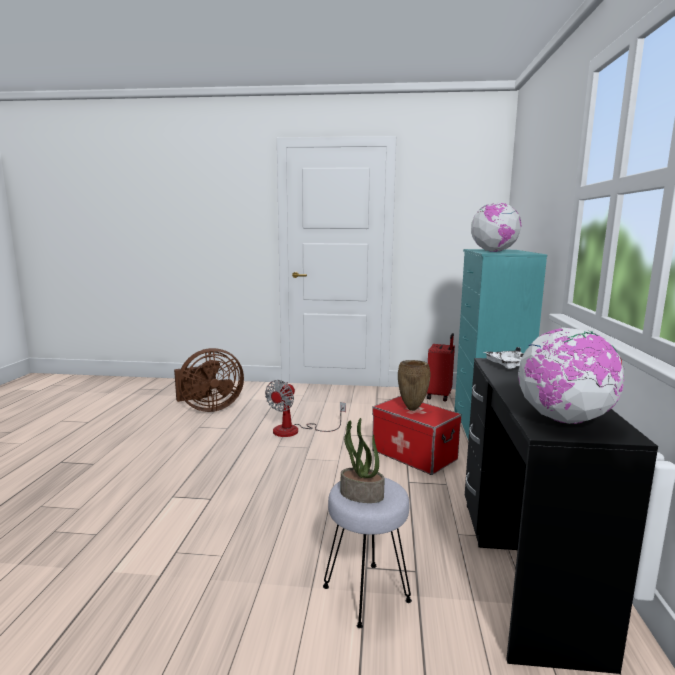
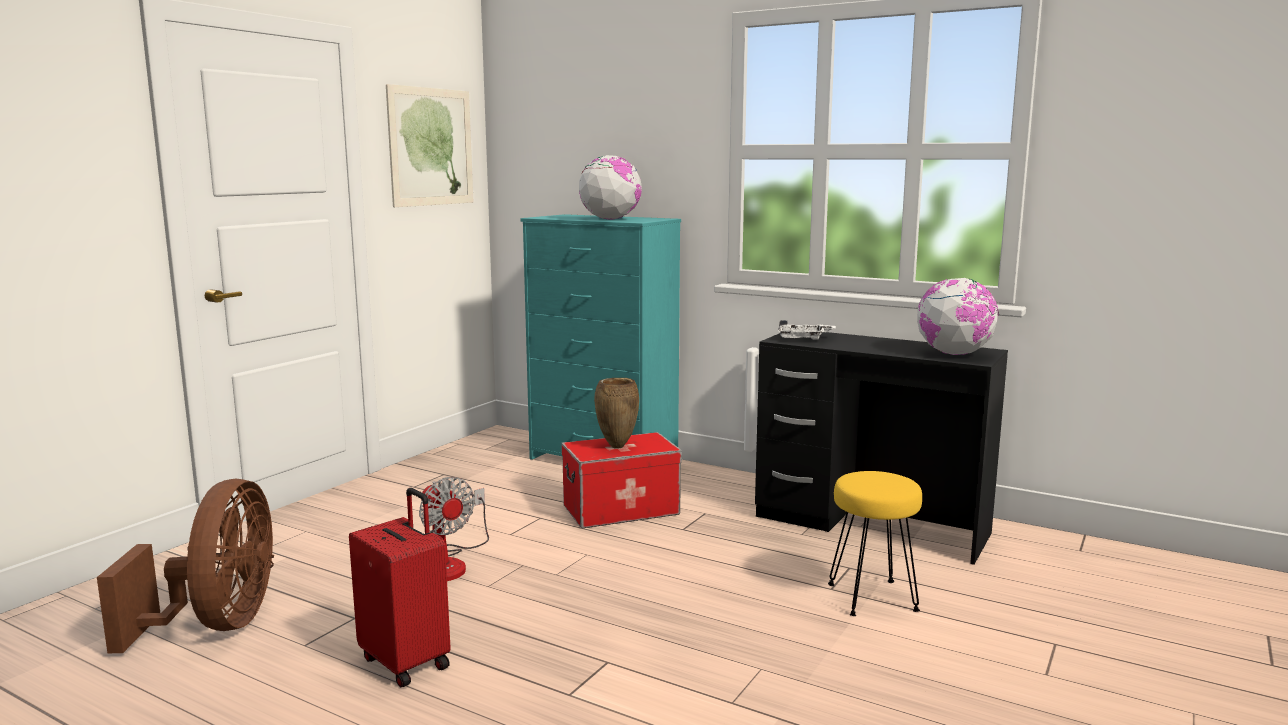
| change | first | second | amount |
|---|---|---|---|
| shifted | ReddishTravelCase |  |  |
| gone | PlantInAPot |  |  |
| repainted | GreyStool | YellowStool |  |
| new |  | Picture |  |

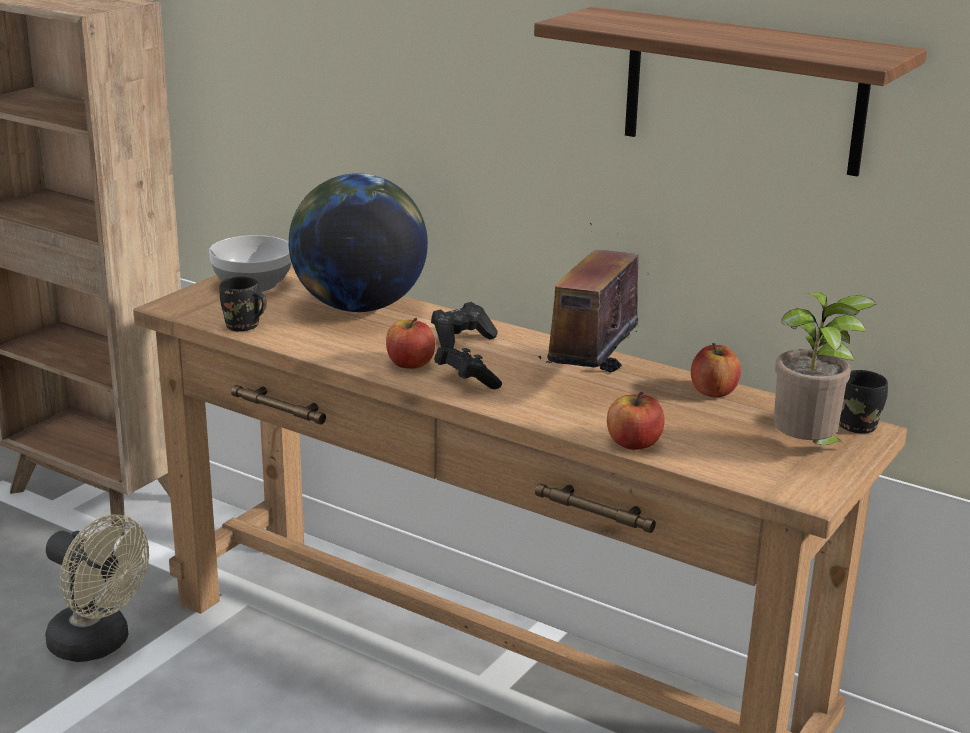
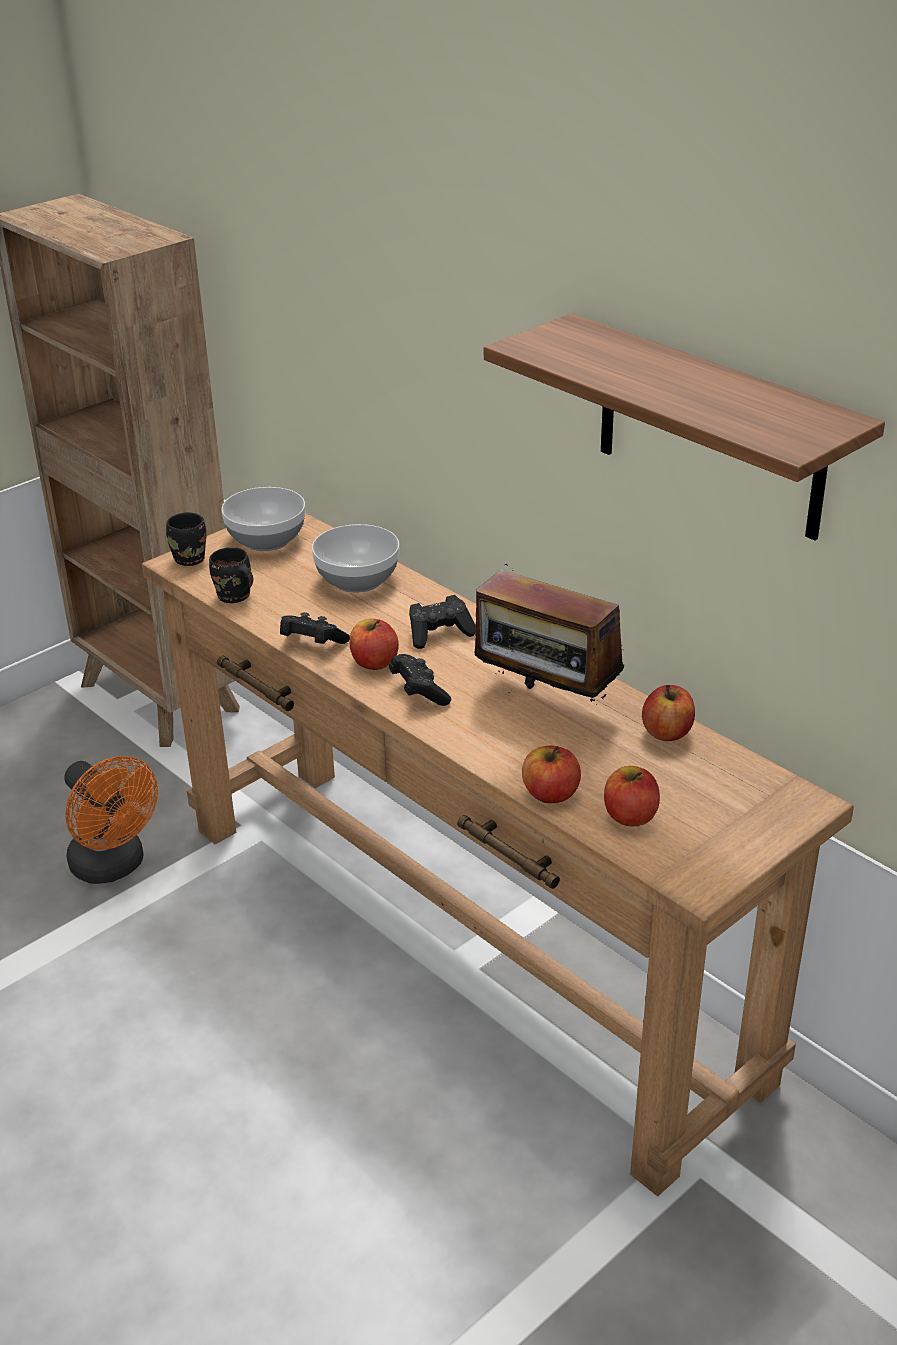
| change | first | second | amount |
|---|---|---|---|
| swapped | WorldGlobe | DeepDish (no. 2 from left) |  |
| rotated | Radio |  | 90 degrees counterclockwise |
| gone | PlantInAPot |  |  |
| shifted | BlackColouredCoffeeMug (no. 2 from left in the first image) | BlackColouredCoffeeMug (no. 1 from left) |  |
| repainted | BeigeFan | OrangeyFan |  |
| new |  | BlackColouredGameController (no. 1 from left) |  |
| new |  | Apple (no. 3 from left) |  |

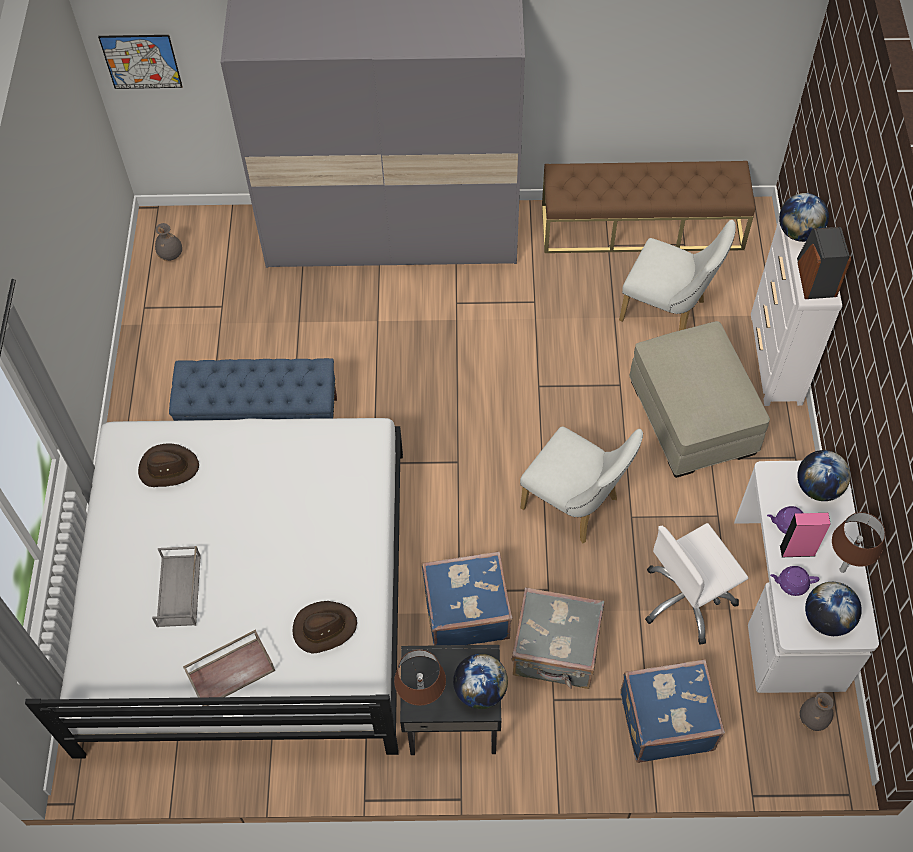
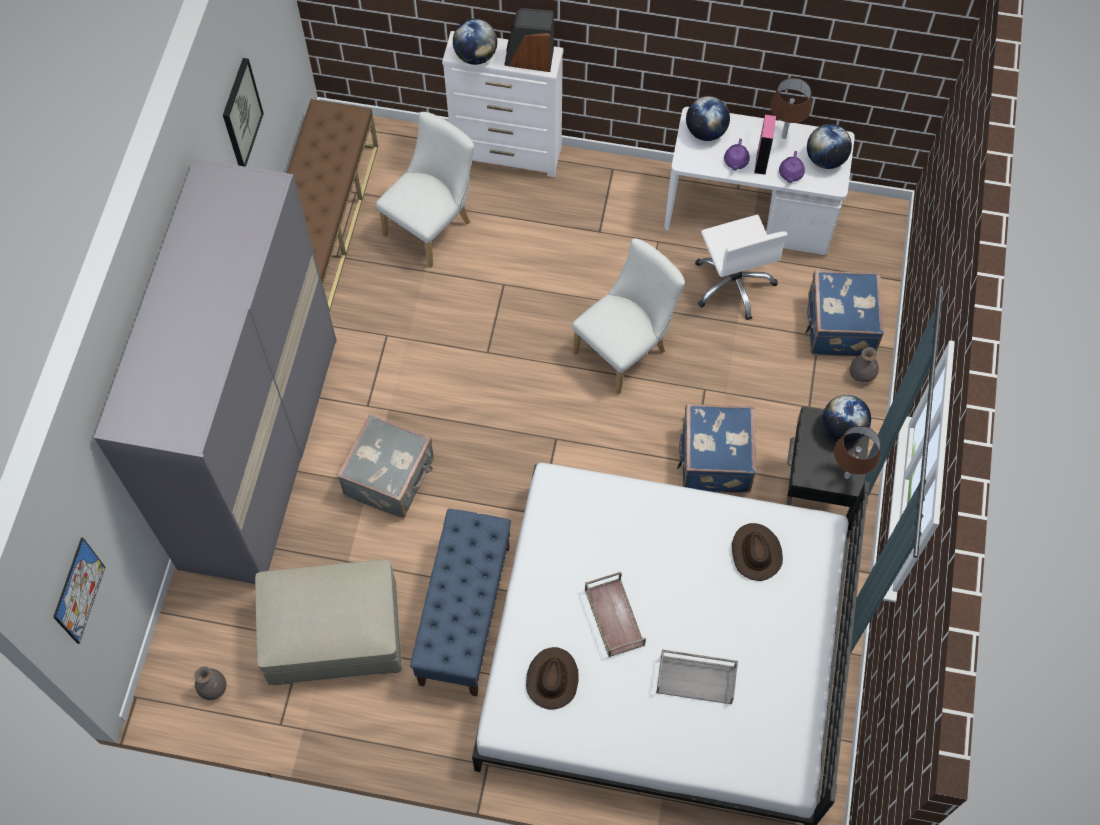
| change | first | second | amount |
|---|---|---|---|
| shifted | BeigeOttoman |  |  |
| shifted | GreyTravelCase |  |  |
| shifted | BrownishTray |  |  |
| shifted | GreyVase (no. 2 from left) |  |  |
| new |  | Picture (no. 2 from left) |  |

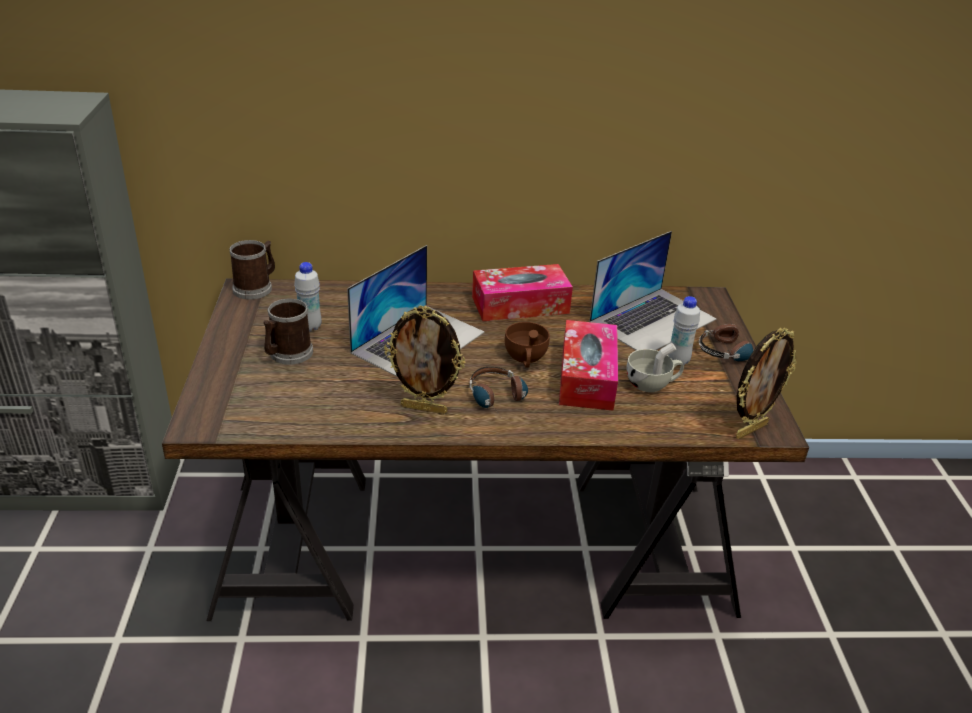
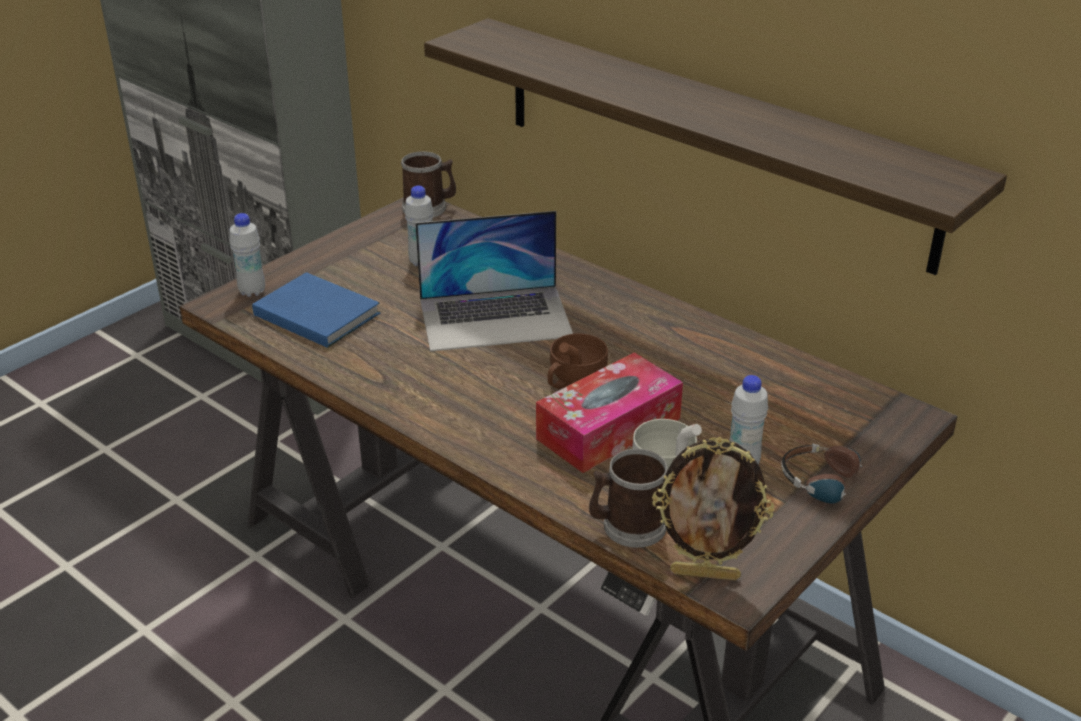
| change | first | second | amount |
|---|---|---|---|
| gone | NotebookComputer (no. 2 from left) |  |  |
| gone | TissueHolder (no. 1 from left) |  |  |
| shifted | CoffeeMug (no. 2 from left) |  |  |
| gone | PhotoFrame (no. 1 from left) |  |  |
| gone | PairOfHeadphones (no. 1 from left) |  |  |
| new |  | WallShelf |  |
| new |  | WhiteColouredDrinkBottle (no. 1 from left) |  |
| new |  | BlueVolume |  |

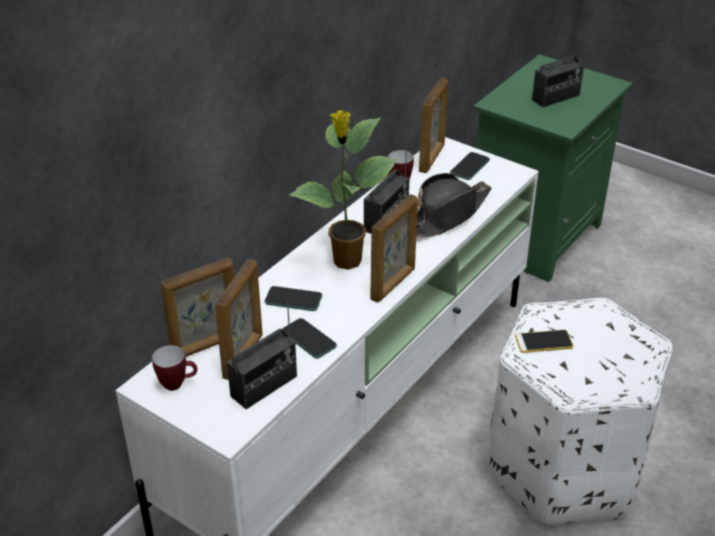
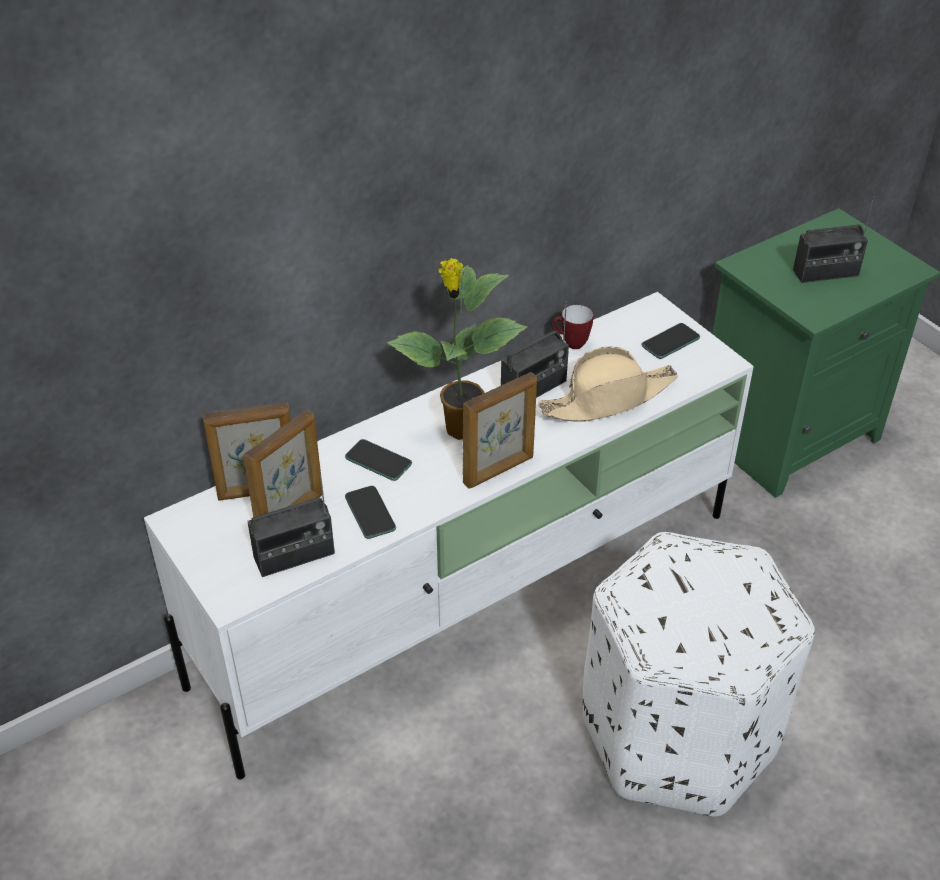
| change | first | second | amount |
|---|---|---|---|
| gone | PhotoFrame (no. 4 from left) |  |  |
| repainted | BlackColouredHat | BeigeHat |  |
| gone | Telephone (no. 4 from left) |  |  |
| gone | CoffeeMug (no. 1 from left) |  |  |

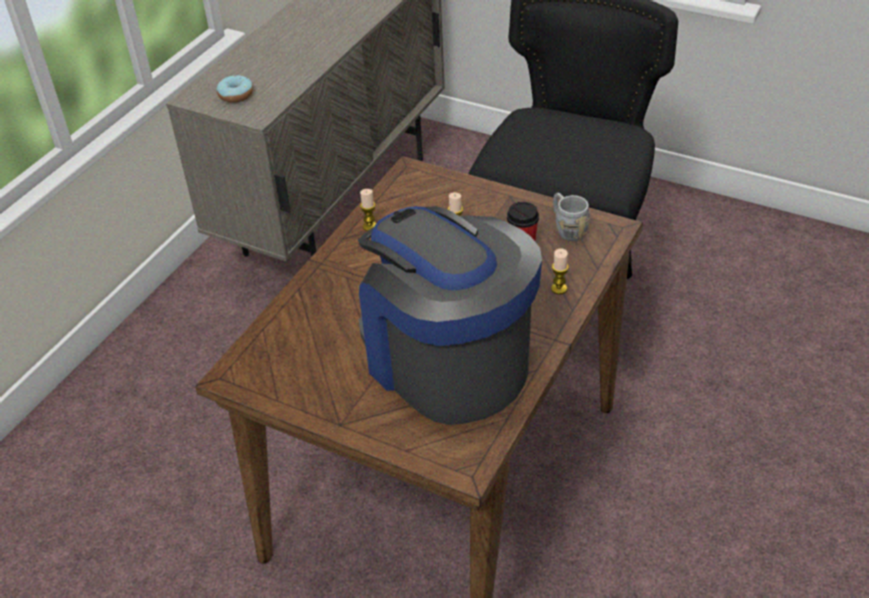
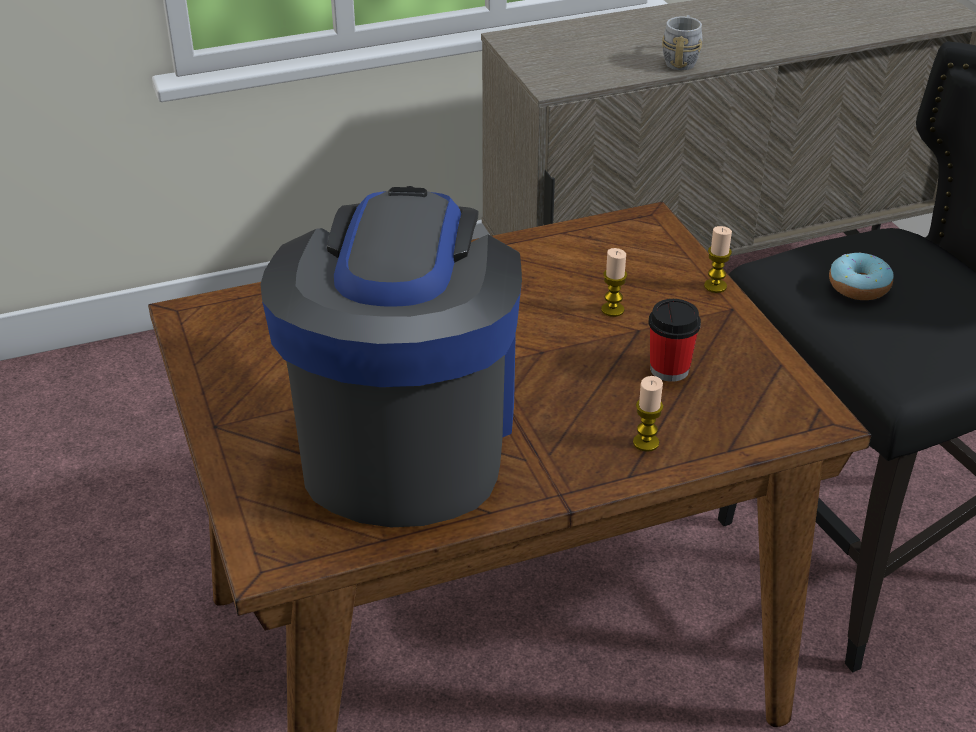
| change | first | second | amount |
|---|---|---|---|
| shifted | Donut |  |  |
| shifted | WaxLight (no. 1 from left in the first image) | WaxLight (no. 3 from left) |  |
| shifted | GreyCoffeeMug |  |  |

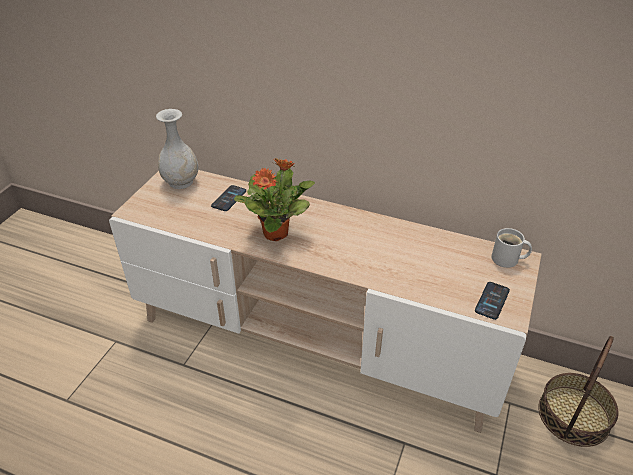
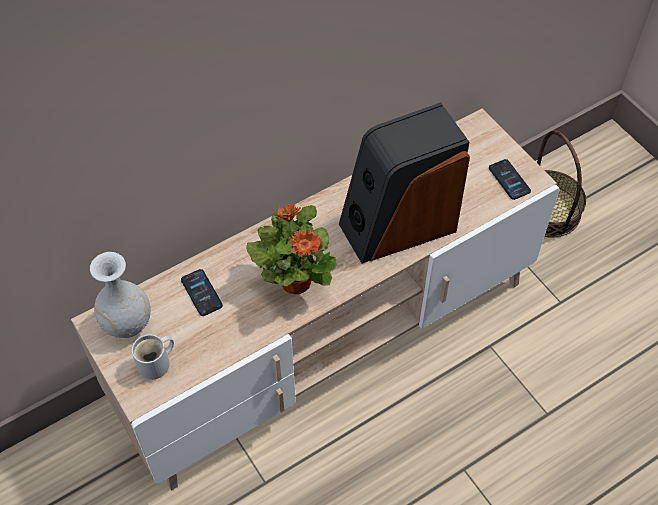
| change | first | second | amount |
|---|---|---|---|
| shifted | WhiteColouredCoffeeMug |  |  |
| new |  | Speaker |  |

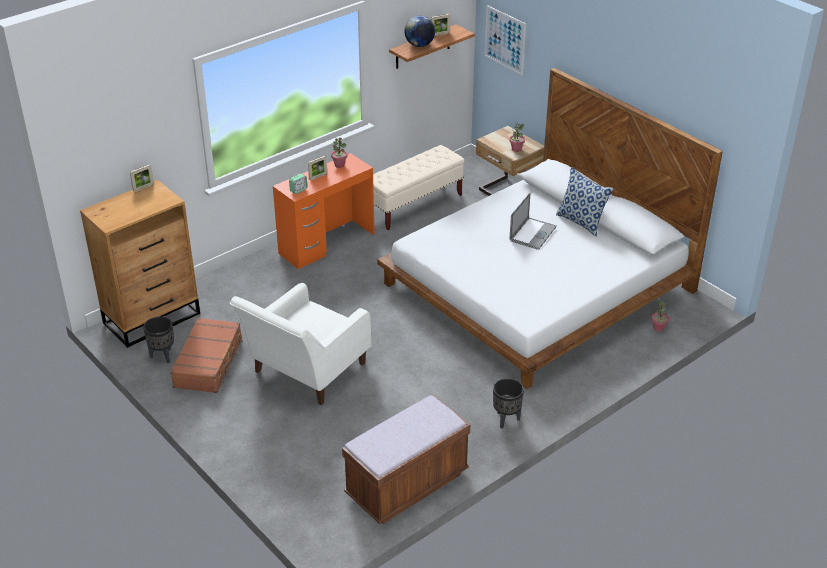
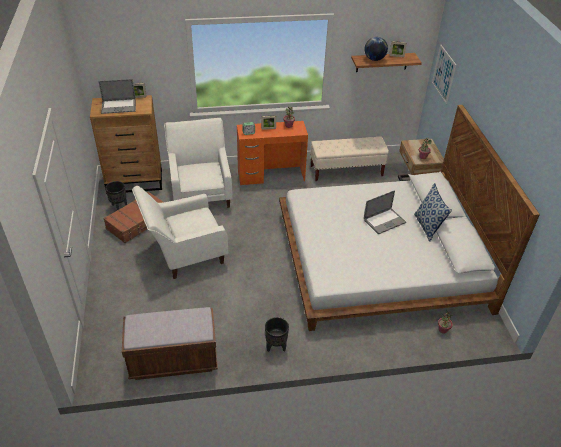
| change | first | second | amount |
|---|---|---|---|
| new |  | NotebookComputer (no. 1 from left) |  |
| new |  | WhiteColouredLoungeChair (no. 2 from left) |  |

